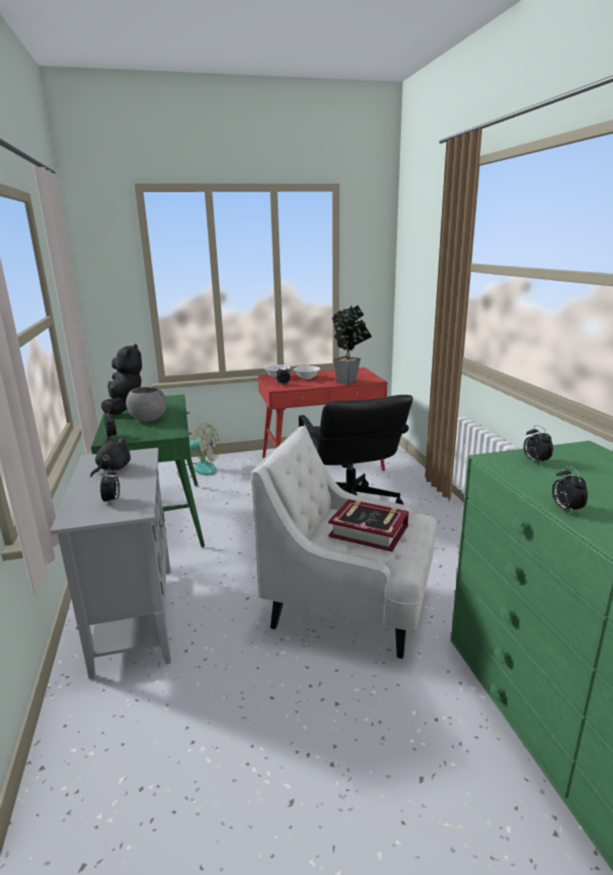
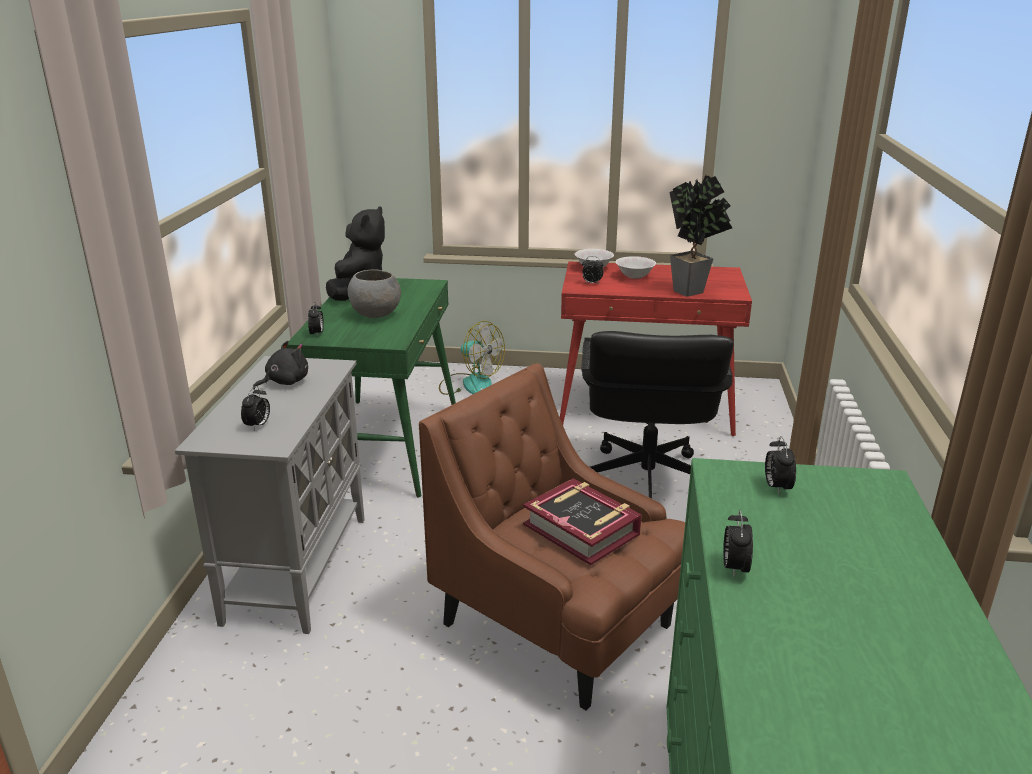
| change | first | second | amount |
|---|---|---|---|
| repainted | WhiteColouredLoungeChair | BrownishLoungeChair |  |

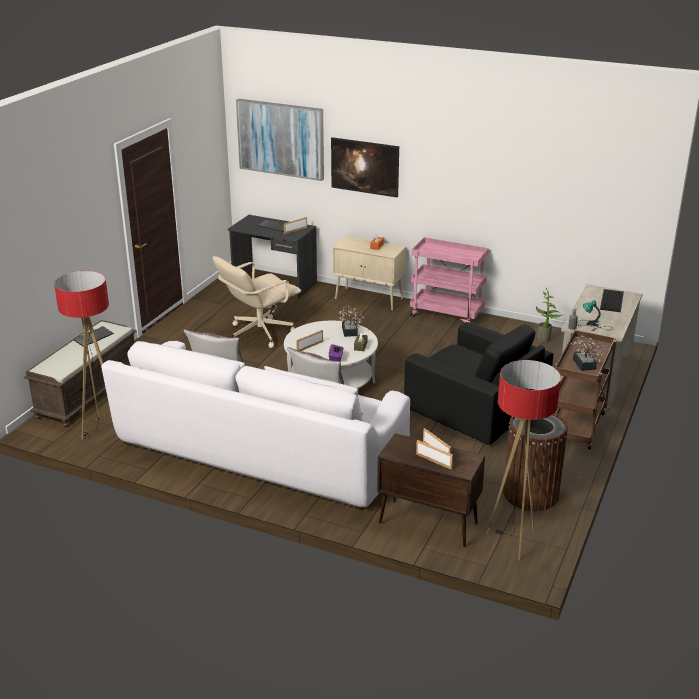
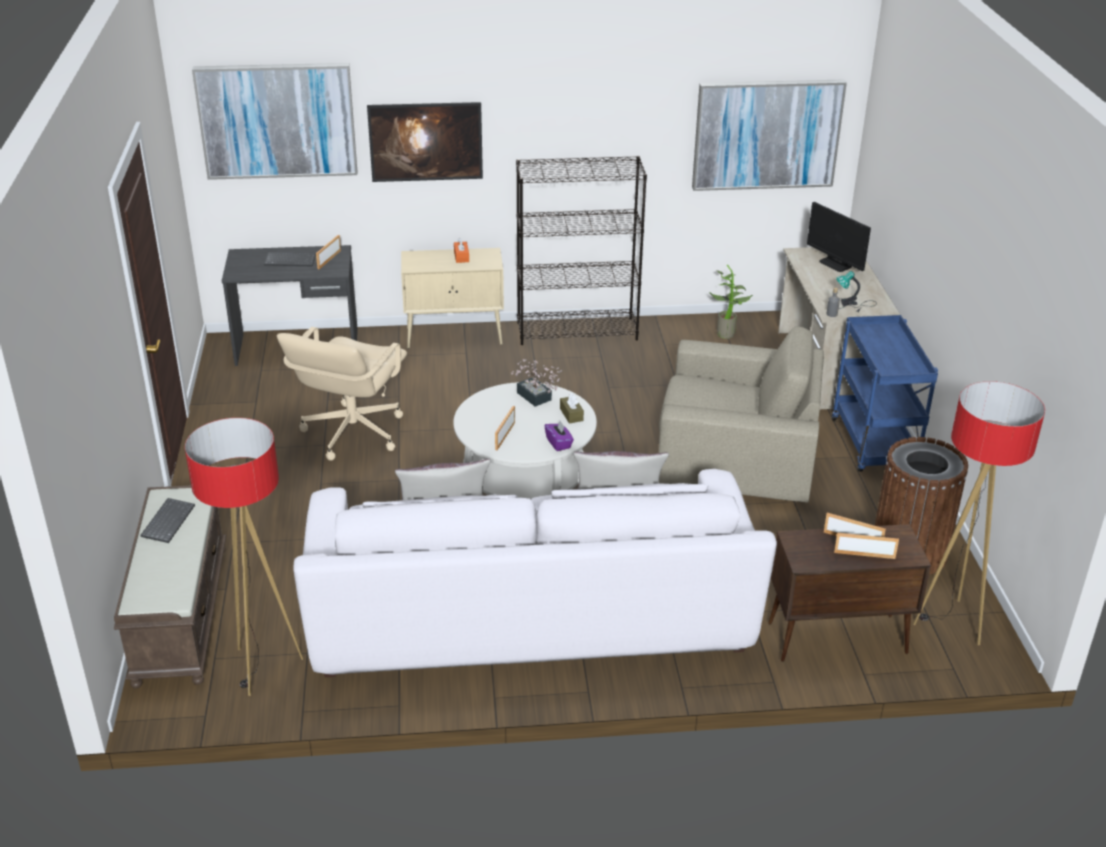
| change | first | second | amount |
|---|---|---|---|
| swapped | PinkWheeledCart | BlackColouredBookshelf |  |
| swapped | ComputerKeyboard (no. 3 from left) | Monitor |  |
| repainted | BlackColouredLoungeChair | BeigeLoungeChair |  |
| repainted | BrownishWheeledCart | BlueWheeledCart |  |
| gone | PlantInAPot (no. 3 from left) |  |  |
| new |  | Picture (no. 3 from left) |  |

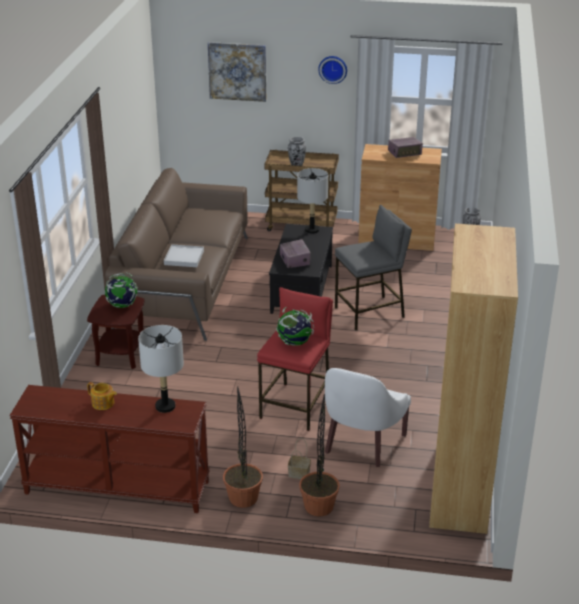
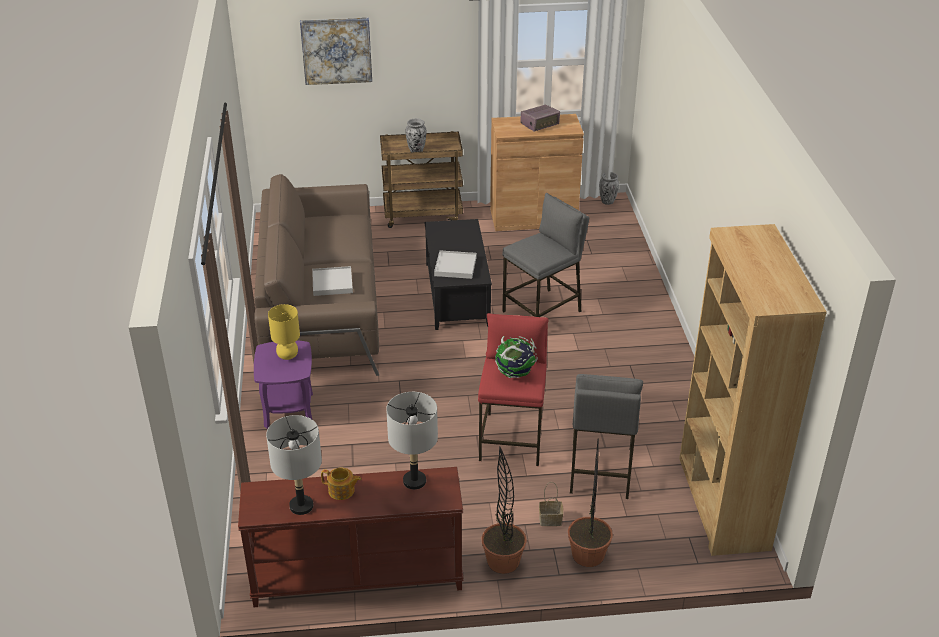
| change | first | second | amount |
|---|---|---|---|
| gone | HangingClock |  |  |
| shifted | GreyLampForATable (no. 2 from left in the first image) | GreyLampForATable (no. 1 from left) |  |
| swapped | Radio (no. 1 from left) | WhiteColouredTray (no. 2 from left) |  |
| swapped | WorldGlobe (no. 1 from left) | YellowLampForATable |  |
| repainted | BrownishAccentTable | PurpleAccentTable |  |
| swapped | WhiteColouredLoungeChair | GreyStool (no. 2 from left) |  |

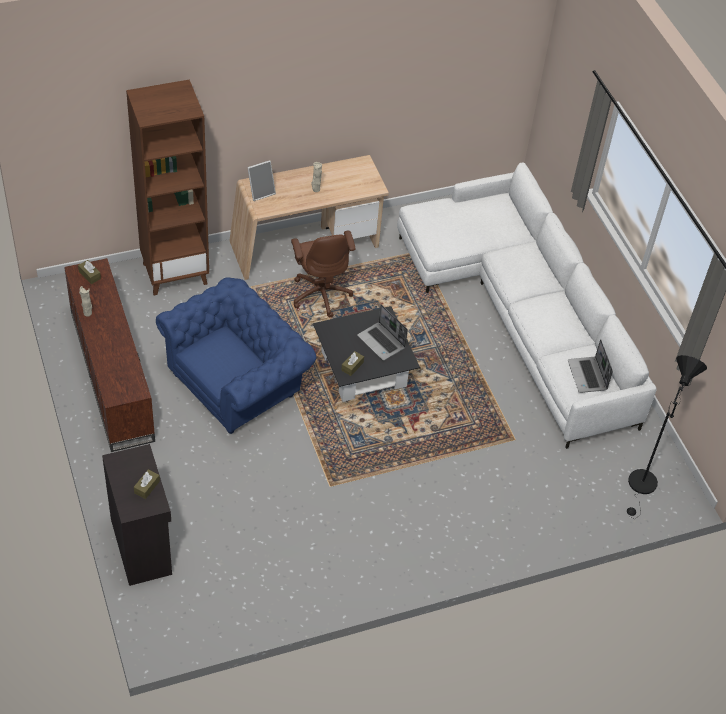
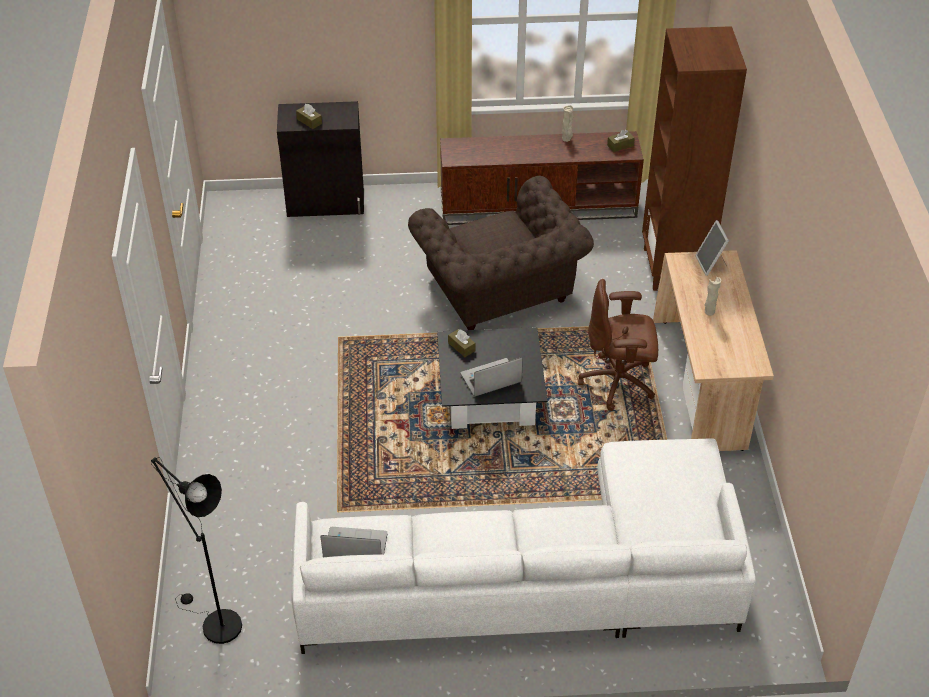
| change | first | second | amount |
|---|---|---|---|
| repainted | BlueLoungeChair | BrownishLoungeChair |  |

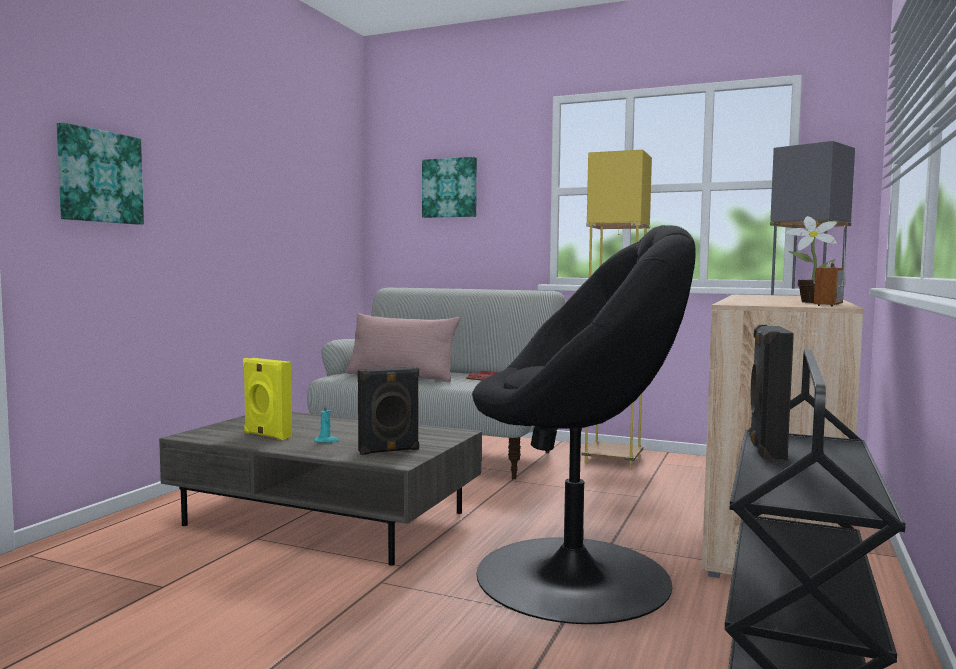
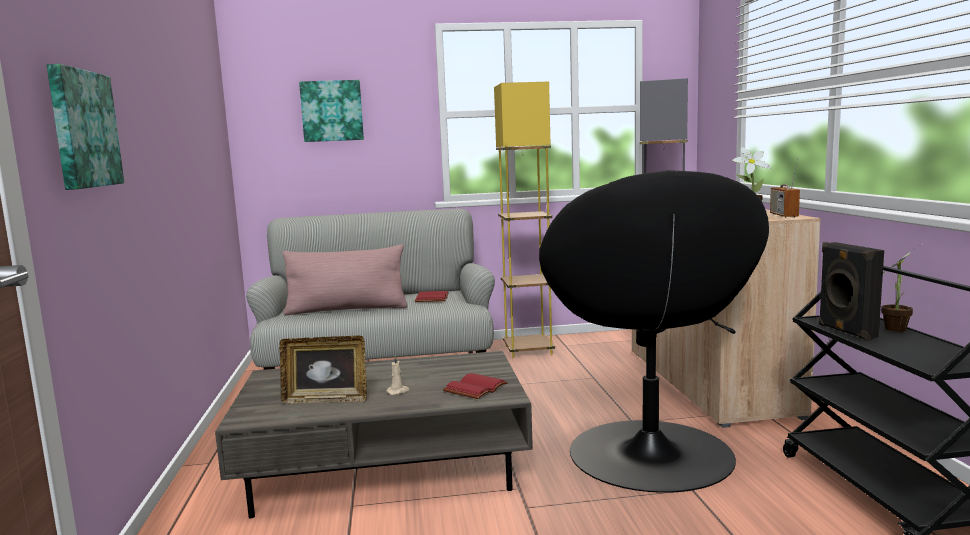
| change | first | second | amount |
|---|---|---|---|
| rotated | BlackColouredLoungeChair |  | 120 degrees clockwise |
| swapped | YellowSpeaker | PhotoFrame |  |
| swapped | BlackColouredSpeaker (no. 1 from left) | ReddishVolume (no. 2 from left) |  |
| repainted | TurquoiseWaxLight | BeigeWaxLight |  |
| new |  | PlantInAPot (no. 2 from left) |  |

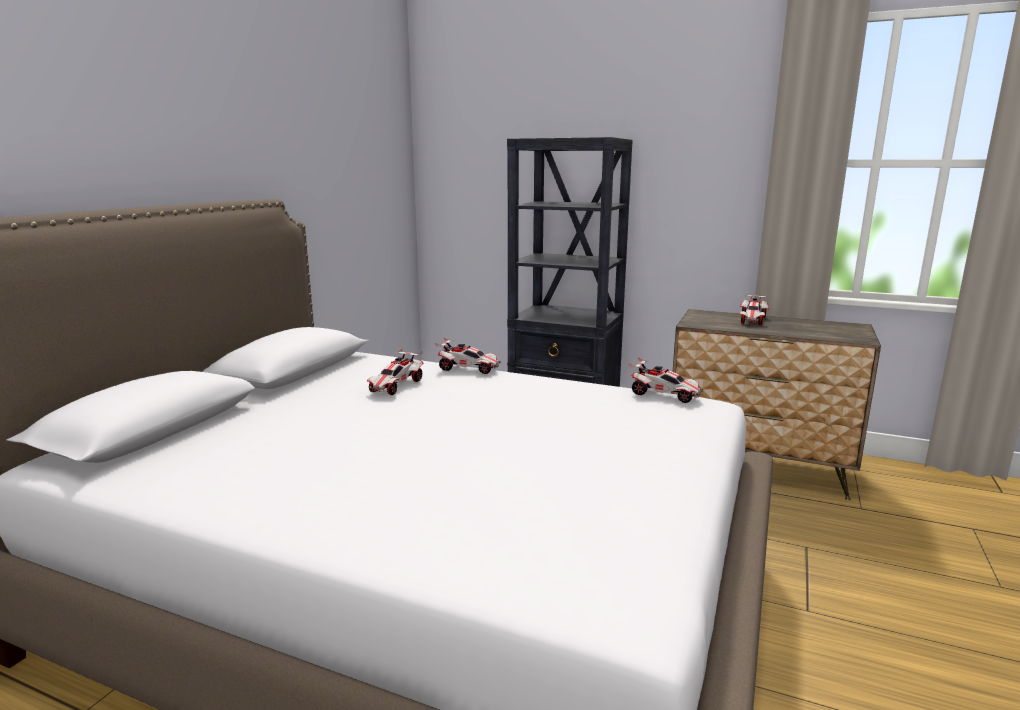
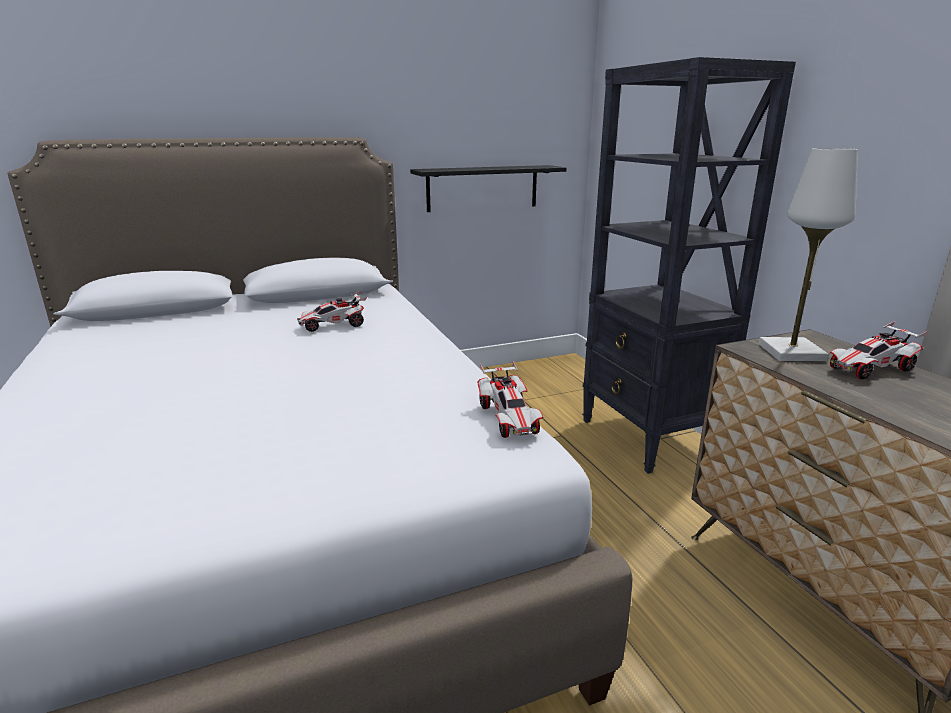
| change | first | second | amount |
|---|---|---|---|
| gone | ModelCar (no. 2 from left) |  |  |
| new |  | WhiteColouredLampForATable |  |
| new |  | BlackColouredWallShelf |  |

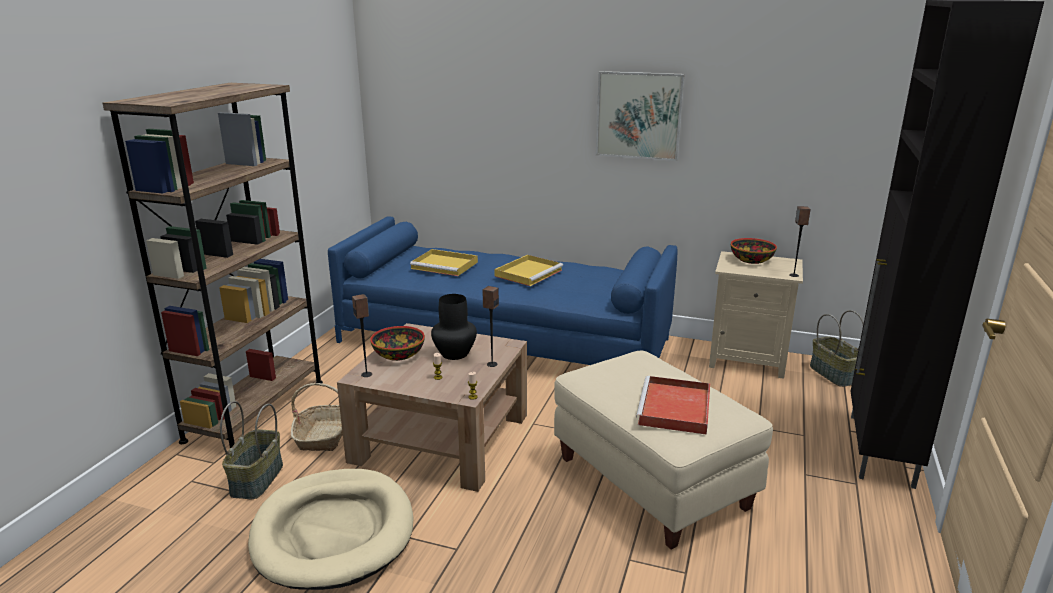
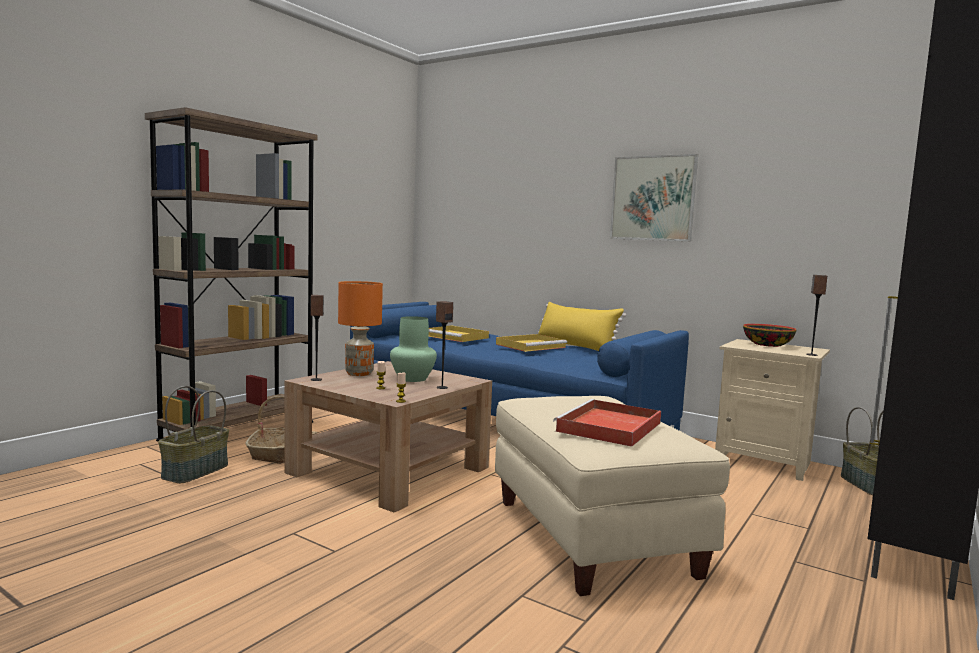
| change | first | second | amount |
|---|---|---|---|
| repainted | BlackColouredVase | GreenColouredVase |  |
| swapped | DeepDish (no. 1 from left) | OrangeyLampForATable |  |
| gone | BeigeDogBed |  |  |
| new |  | YellowPillow |  |

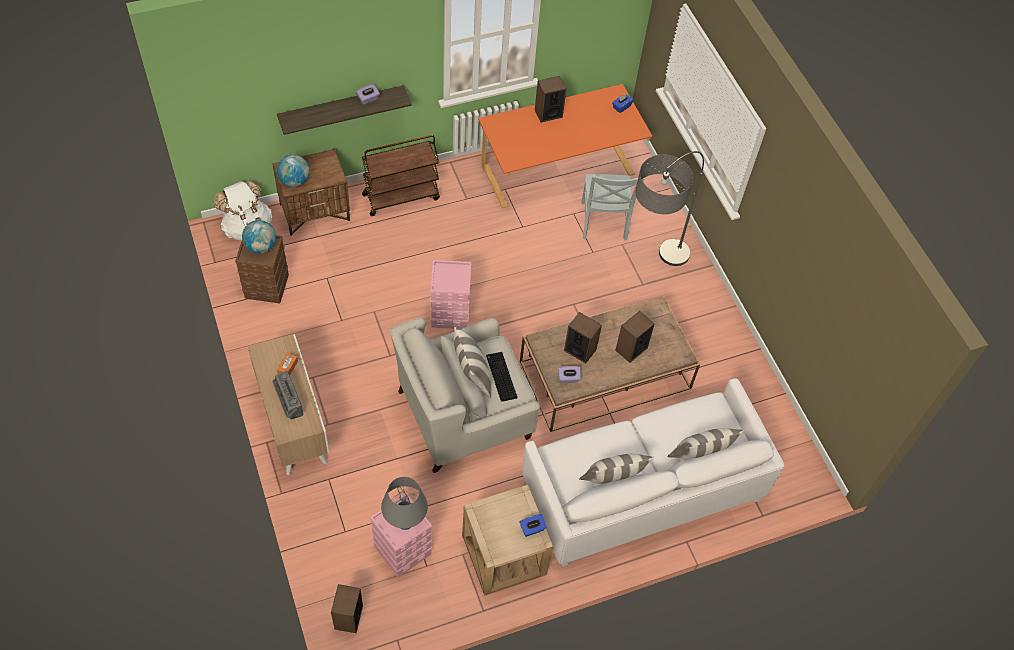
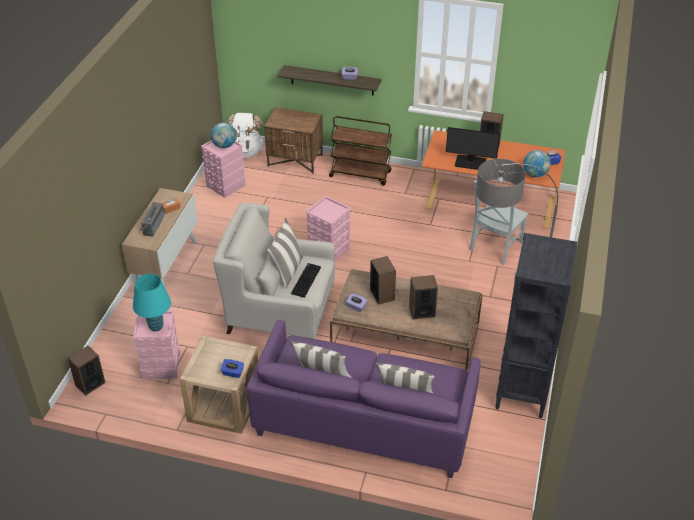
| change | first | second | amount |
|---|---|---|---|
| shifted | WorldGlobe (no. 2 from left) |  |  |
| repainted | BrownishStorageContainer | PinkStorageContainer (no. 2 from left) |  |
| repainted | WhiteColouredSofa | PurpleSofa |  |
| repainted | GreyLampForATable | TurquoiseLampForATable |  |
| new |  | Monitor |  |
| new |  | BlackColouredBookshelf |  |

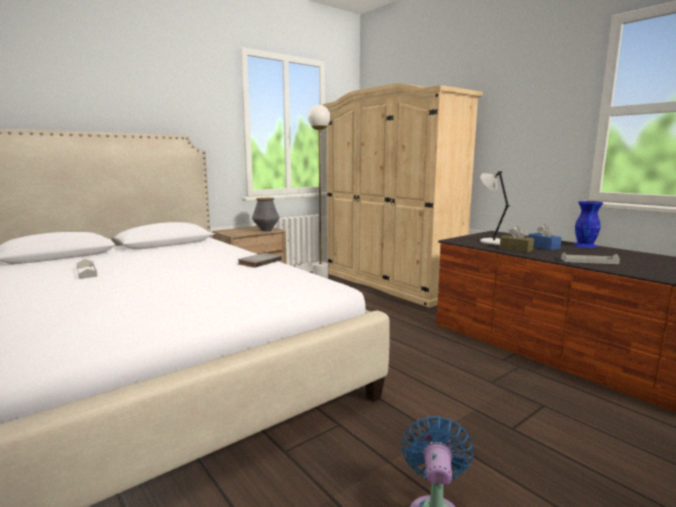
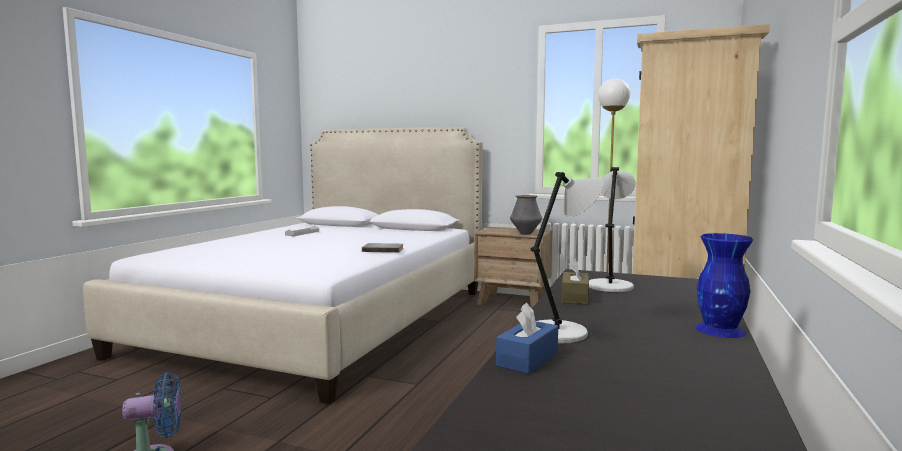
| change | first | second | amount |
|---|---|---|---|
| shifted | BlueTissueHolder |  |  |
| swapped | GreyTray (no. 2 from left) | GreyLampForATable (no. 1 from left) |  |

